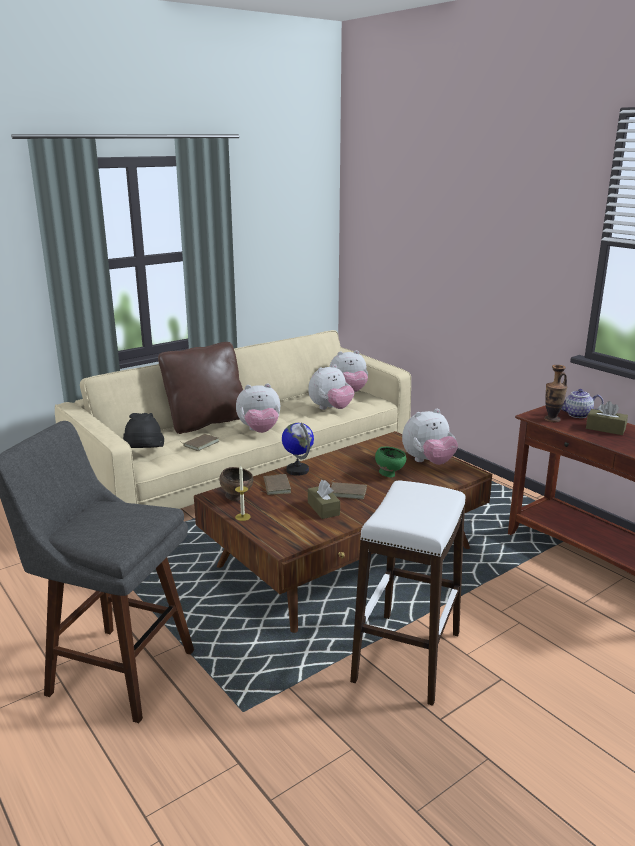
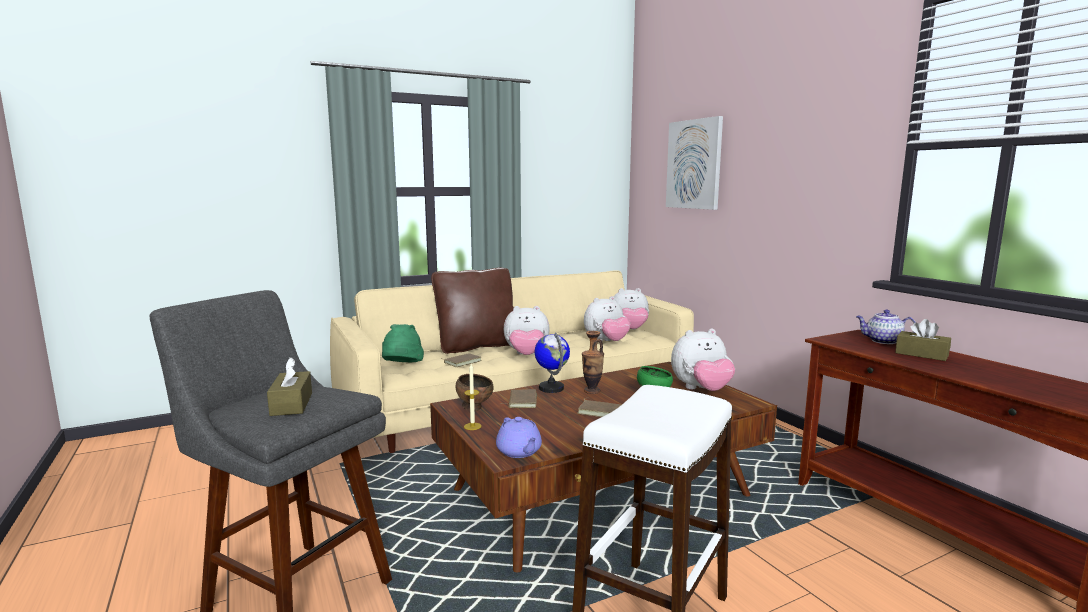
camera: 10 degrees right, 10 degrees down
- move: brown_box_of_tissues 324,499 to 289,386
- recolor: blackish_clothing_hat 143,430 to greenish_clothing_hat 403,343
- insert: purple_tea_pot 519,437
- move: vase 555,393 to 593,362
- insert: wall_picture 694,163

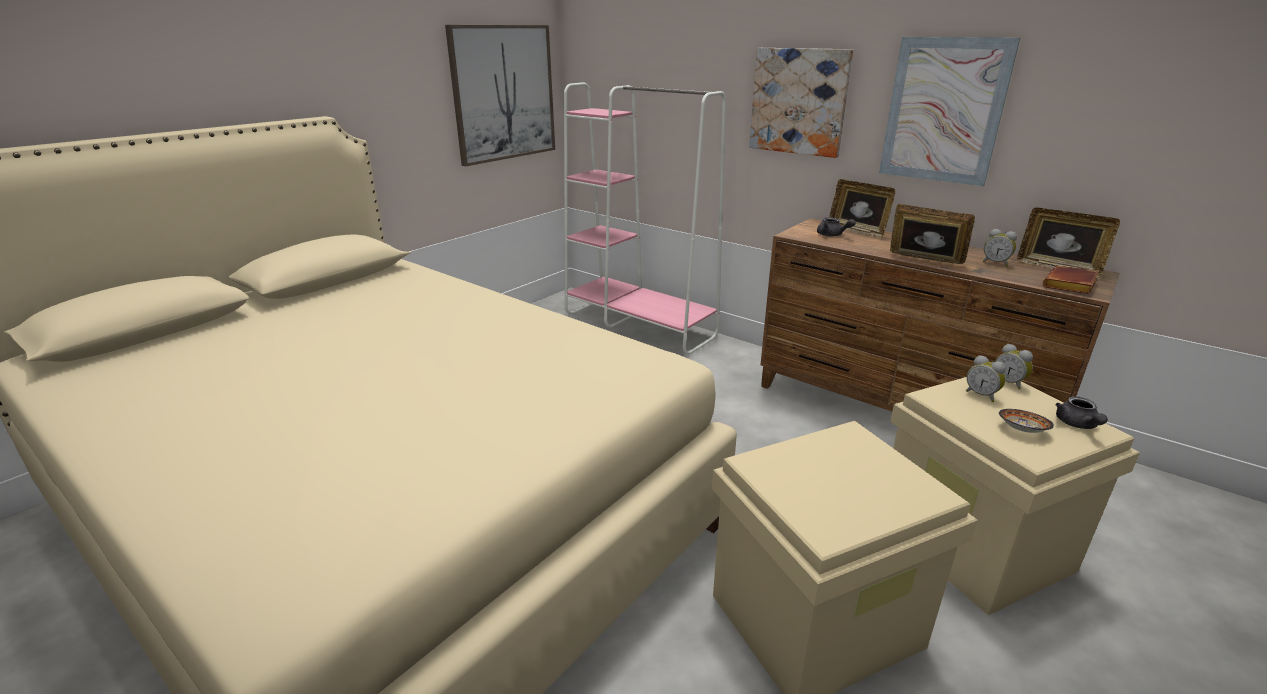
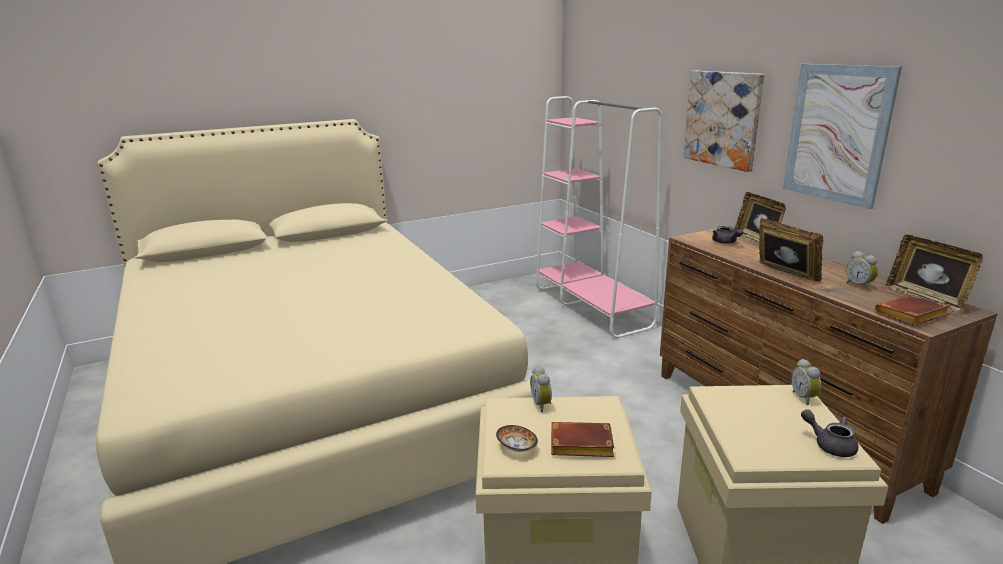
camera: 25 degrees right, 5 degrees down
- move: bowl 1026,421 to 517,438
- move: table_clock 986,378 to 541,389
- insert: brown_volume 582,439
- rotate: grey_tea_pot 1082,412 = 829,433 105 degrees clockwise
- delete: wall_picture 500,95

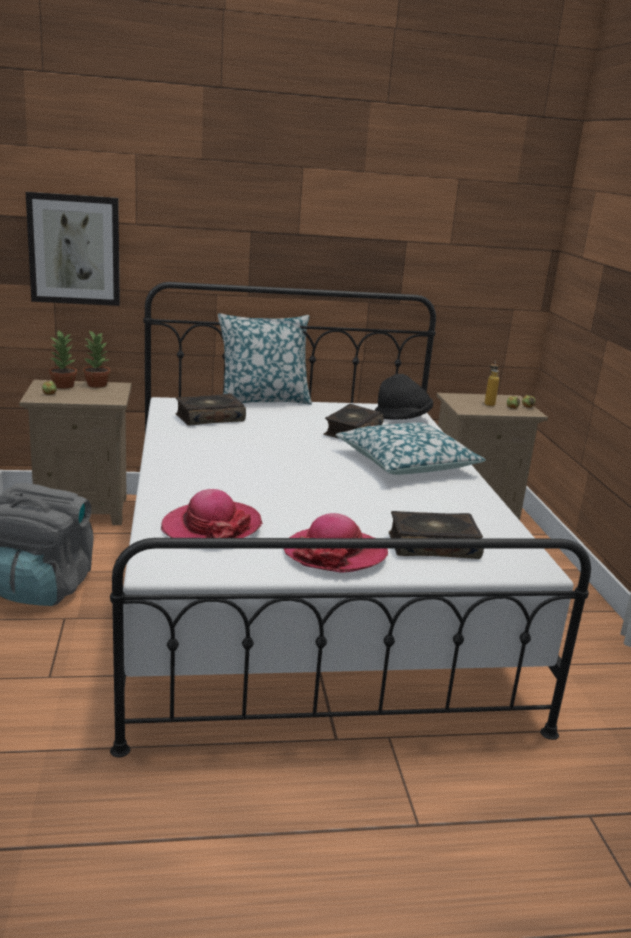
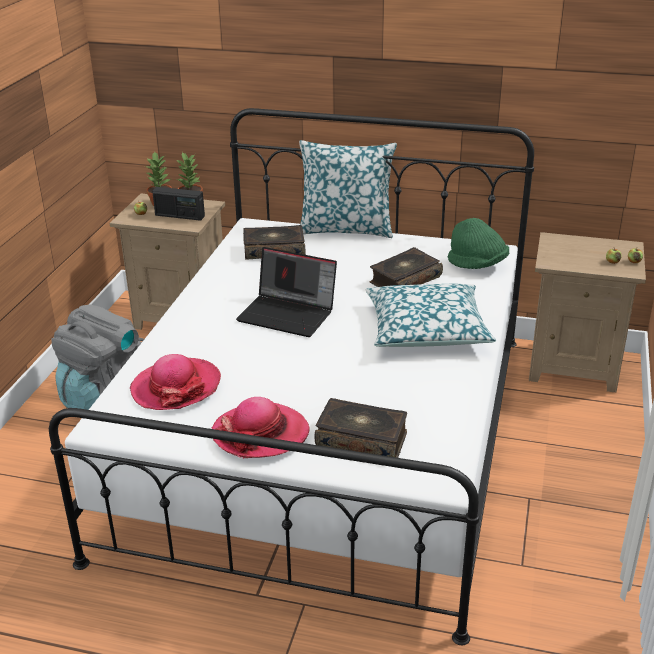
camera: 25 degrees right, 10 degrees up
- insert: radio_receiver 178,204
- insert: laptop 286,292
- recolor: blackish_clothing_hat 404,397 to greenish_clothing_hat 478,243
- delete: wall_picture 72,249
- delete: beverage_bottle 491,383

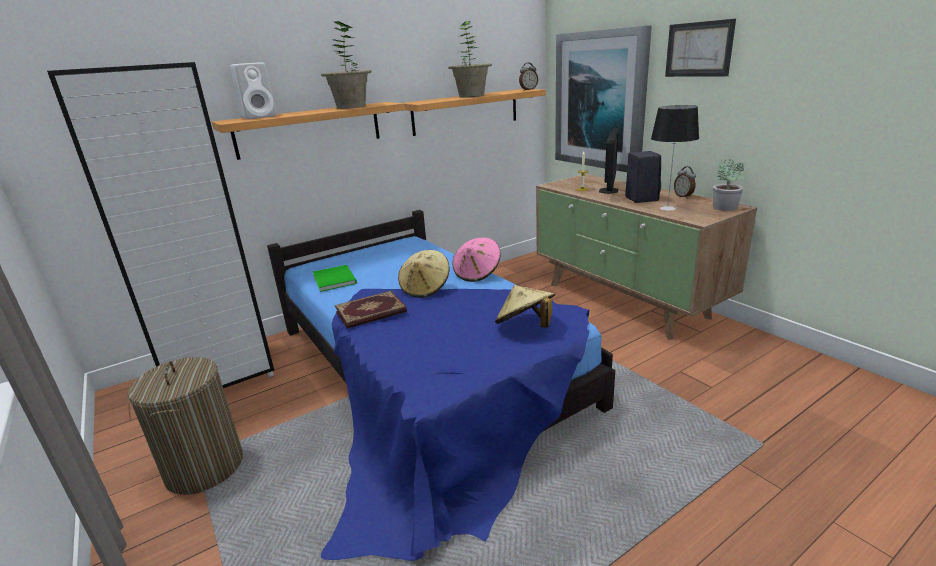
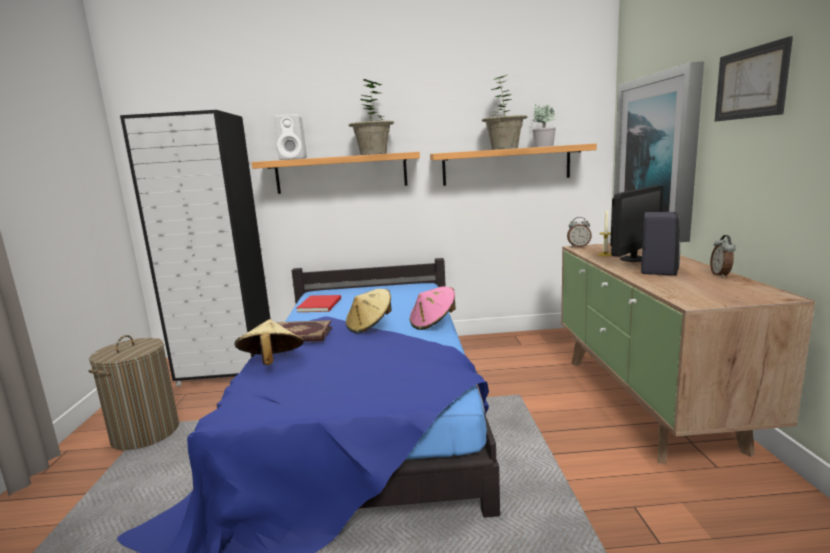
camera: 30 degrees right, 10 degrees down
- move: sand-coloured_clothing_hat 525,306 to 269,342
- recolor: greenish_volume 335,278 to red-coloured_volume 319,303
- move: plant_in_a_pot 728,185 to 544,125
- move: table_clock 528,76 to 579,232
- delete: lamp_for_a_table 675,158

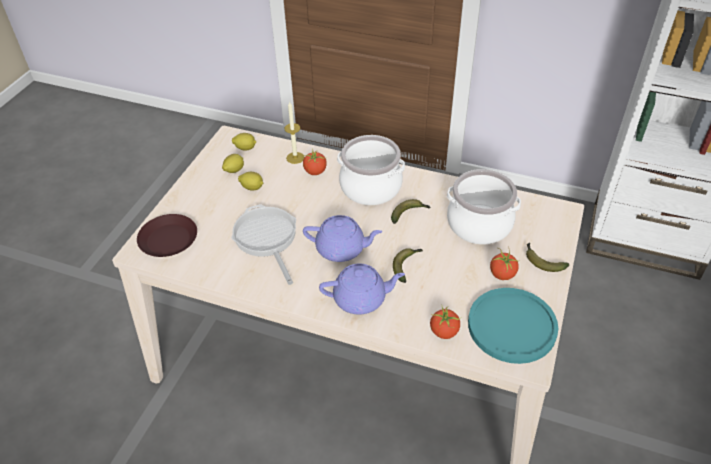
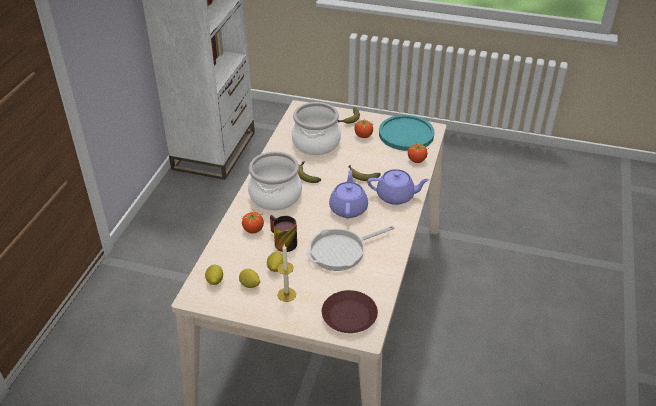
camera: 95 degrees left, 5 degrees down
- insert: mug 283,233
- move: wax_light 294,132 to 286,273
- rotate: purple_tea_pot 362,289 = 398,187 105 degrees clockwise

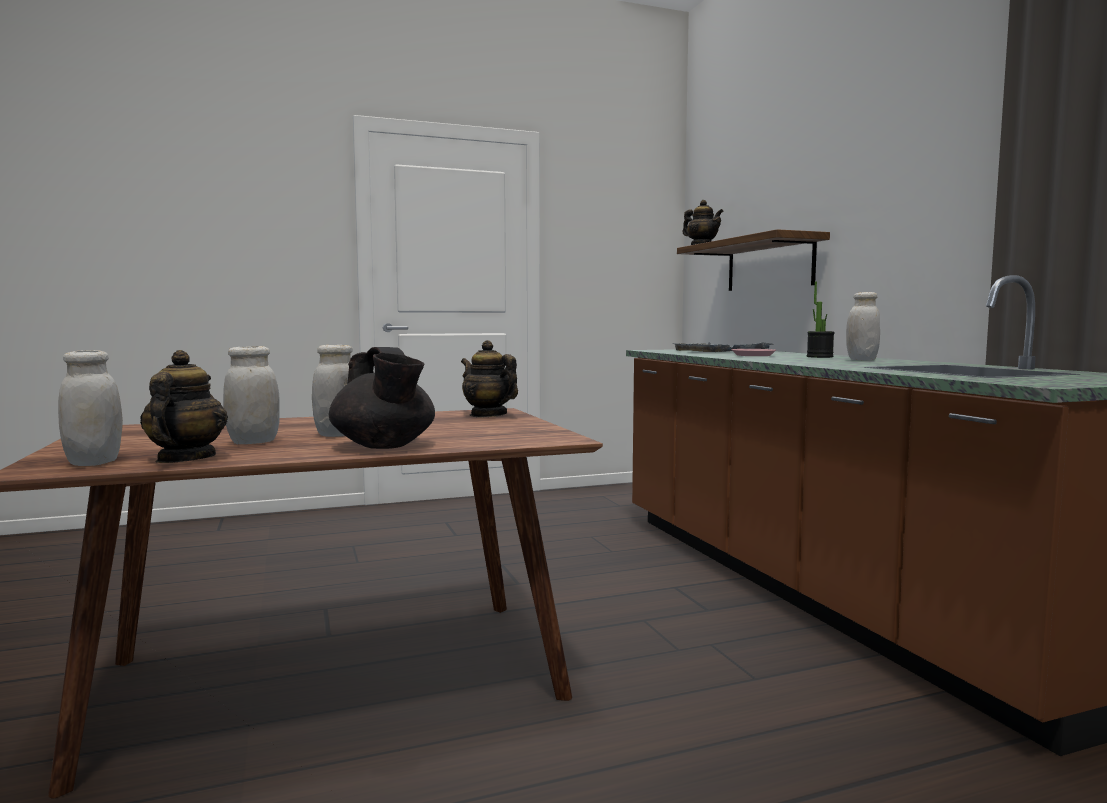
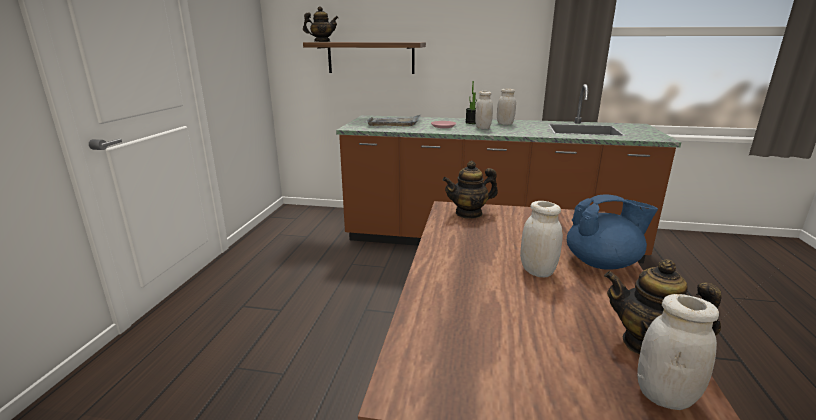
camera: 60 degrees left, 15 degrees up
- move: whitish_preserve_jar 251,395 to 484,110
- recolor: blackish_tea_pot 382,398 to blue-coloured_tea_pot 612,232

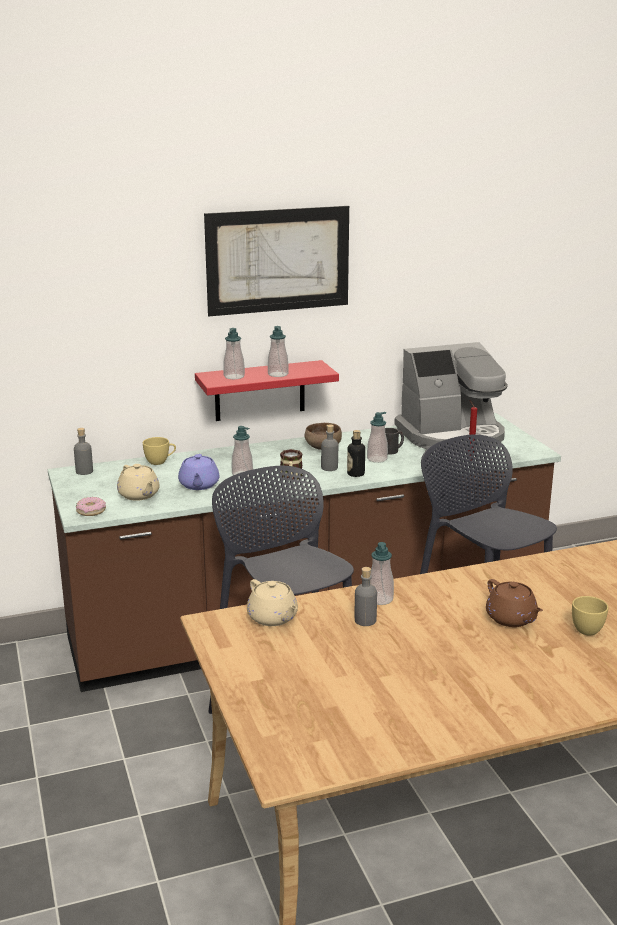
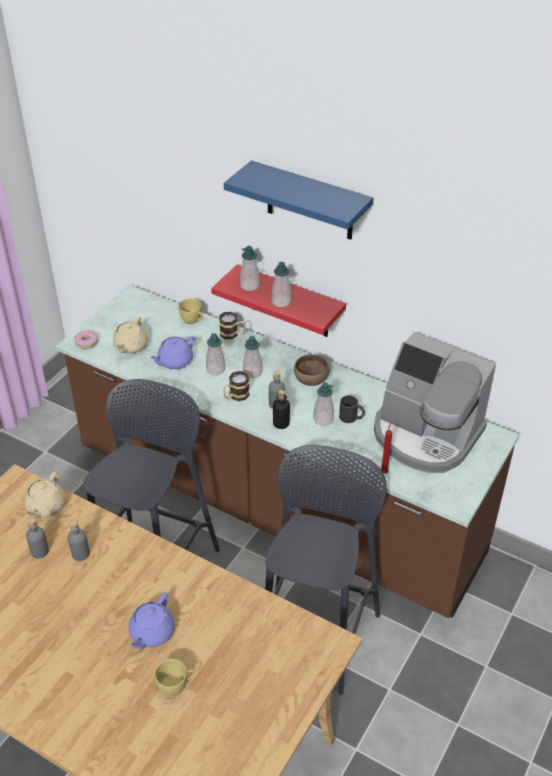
camera: 50 degrees right, 20 degrees up
- move: grey_beverage_bottle 83,451 to 37,538
- recolor: brown_tea_pot 514,603 to purple_tea_pot 152,621
- insert: mug 232,325
- replace: wall_picture 276,261 to blue-coloured_shelf 298,200
- move: soap_bottle 382,573 to 252,357

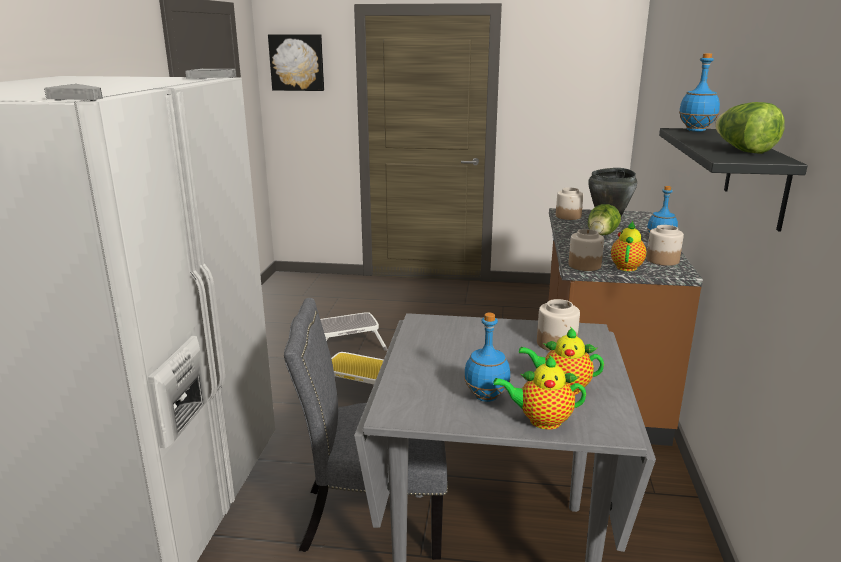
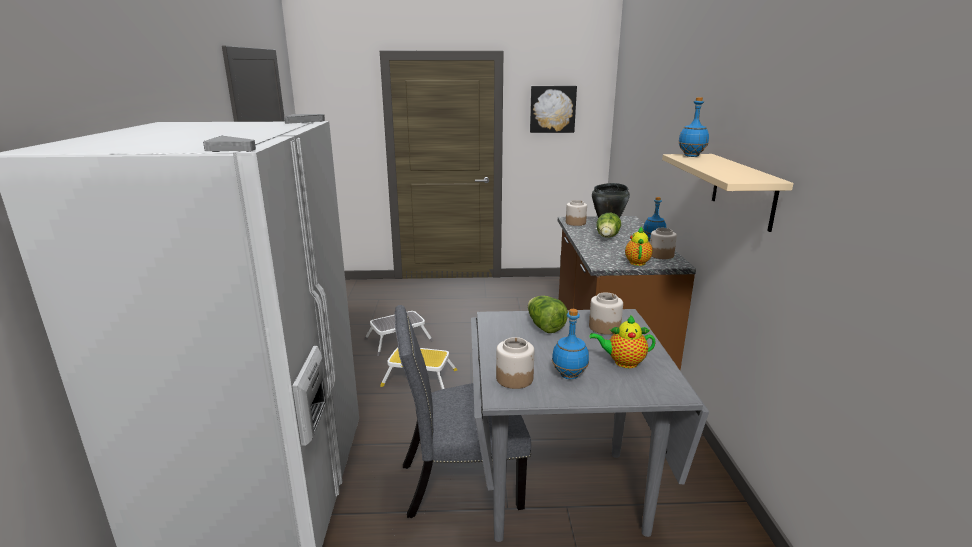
camera: 10 degrees left, 0 degrees up
- move: preserve_jar 586,250 to 515,363
- move: lettuce 750,128 to 548,314
- move: wall_picture 296,62 to 553,109
- recolor: blackish_shelf 733,180 to sand-coloured_shelf 728,193
- delete: tea_pot 539,392

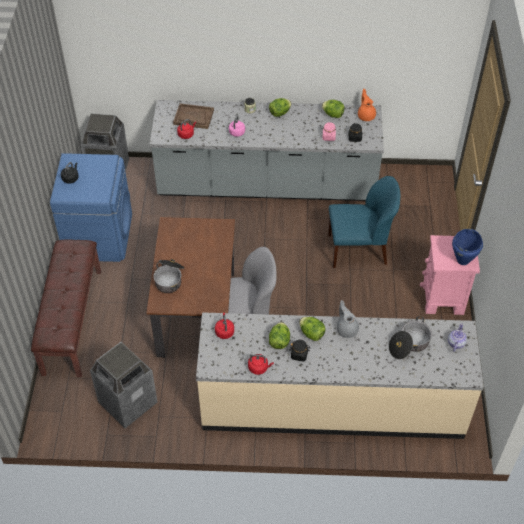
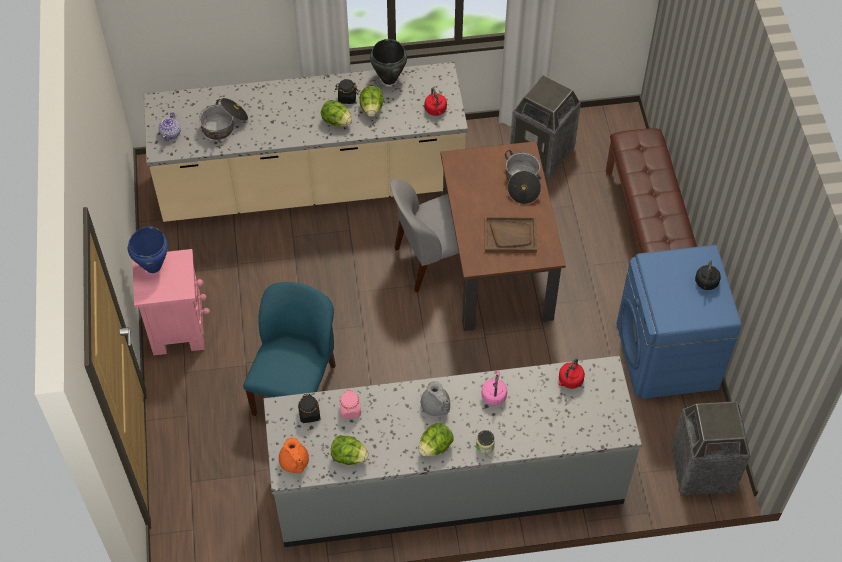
camera: 170 degrees right, 5 degrees up
- rotate: blue-coloured_plain_chair 364,222 = 289,349 120 degrees clockwise
- replace: red-coloured_kettle 261,364 to blackish_stockpot 388,62
- move: grey_tea_pot 348,319 to 435,398
- move: brown_carrying_tray 193,116 to 510,234

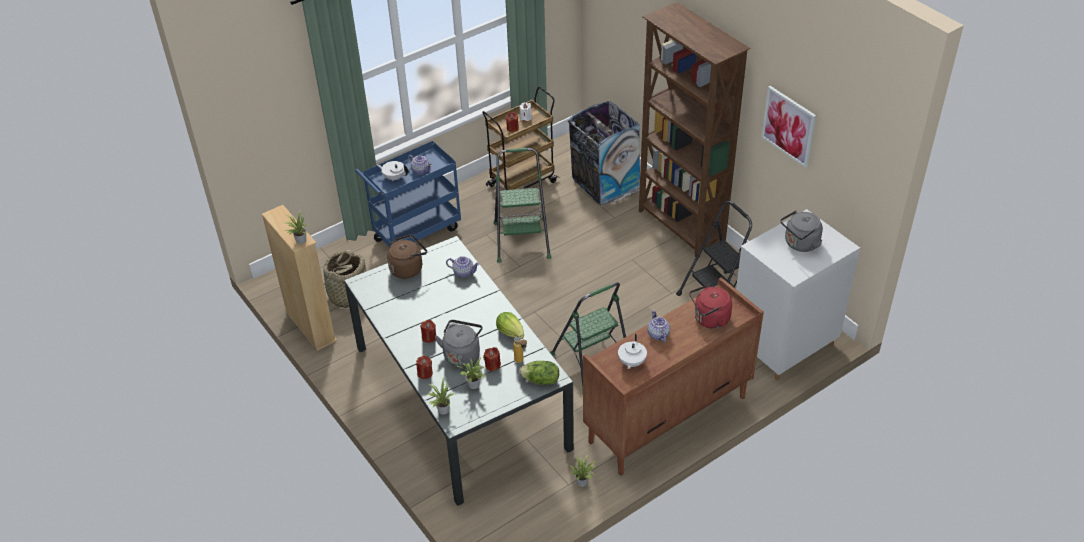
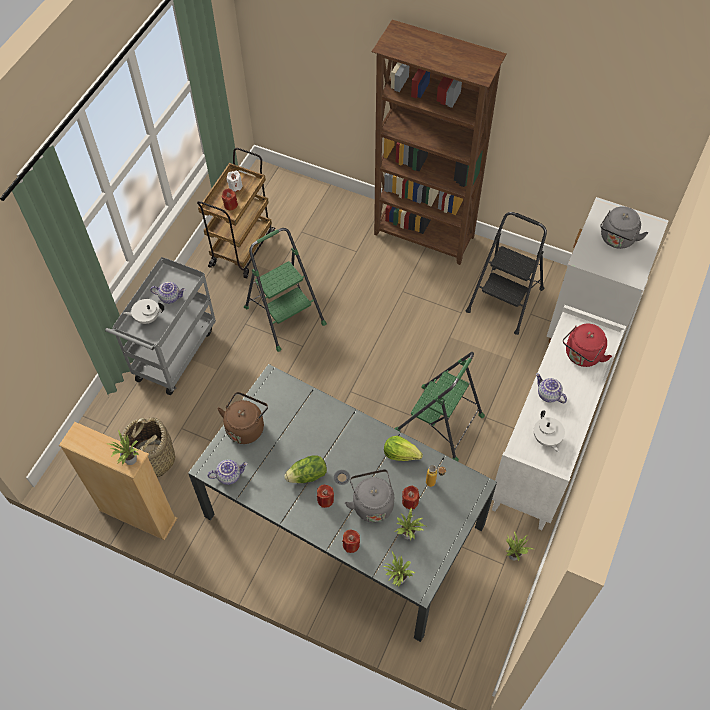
camera: 30 degrees left, 15 degrees up
- recolor: blue-coloured_trolley 408,194 to grey_trolley 160,326
- move: tea_pot 463,266 to 227,472
- move: lettuce 539,373 to 305,469
- recolor: brown_cupboard 673,376 to whitish_cupboard 559,417
- delete: trash_can 604,153
- delete: wall_picture 788,127

